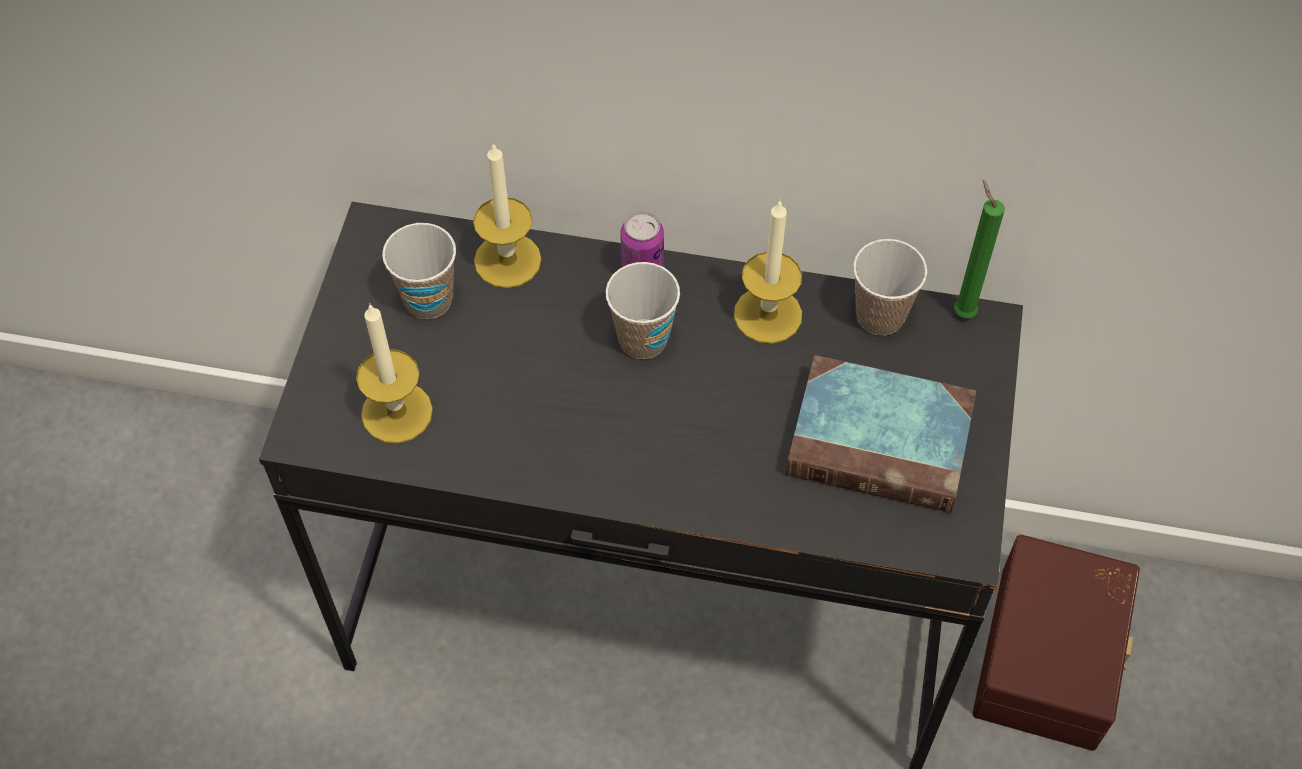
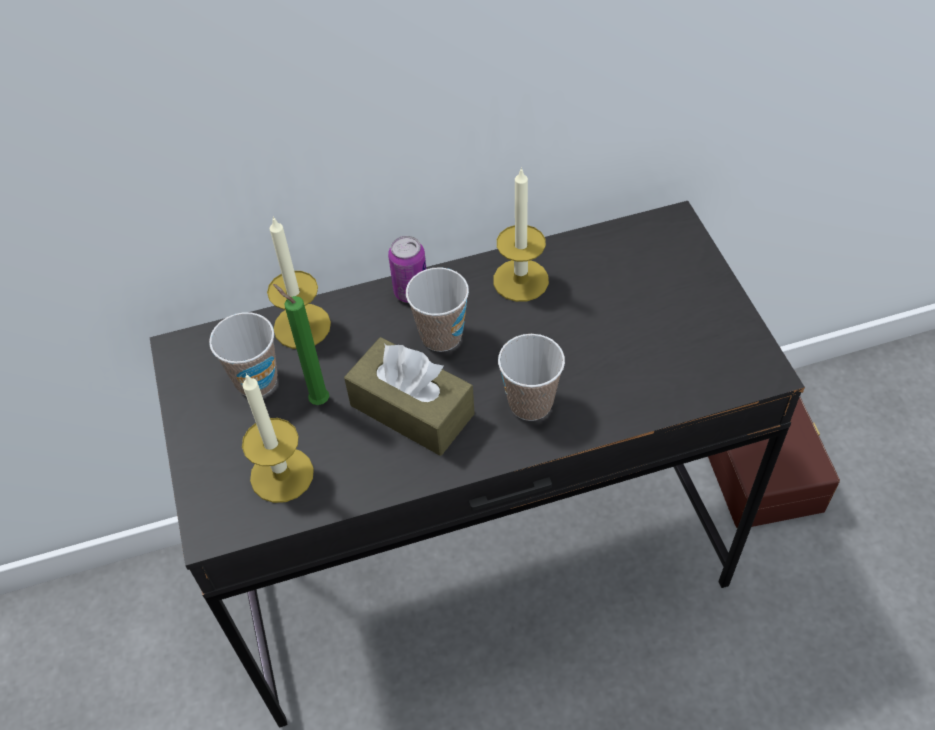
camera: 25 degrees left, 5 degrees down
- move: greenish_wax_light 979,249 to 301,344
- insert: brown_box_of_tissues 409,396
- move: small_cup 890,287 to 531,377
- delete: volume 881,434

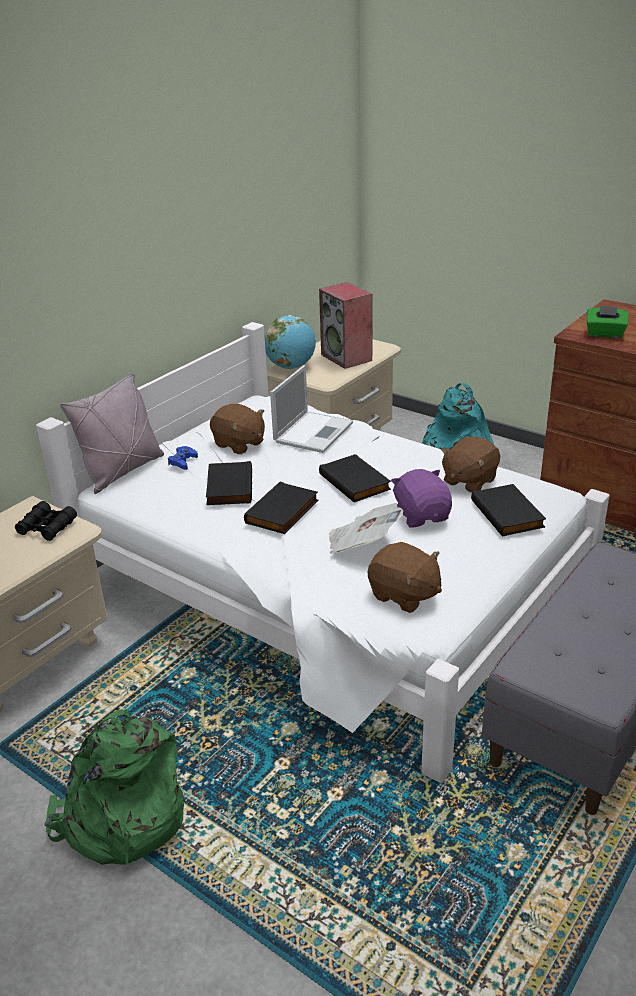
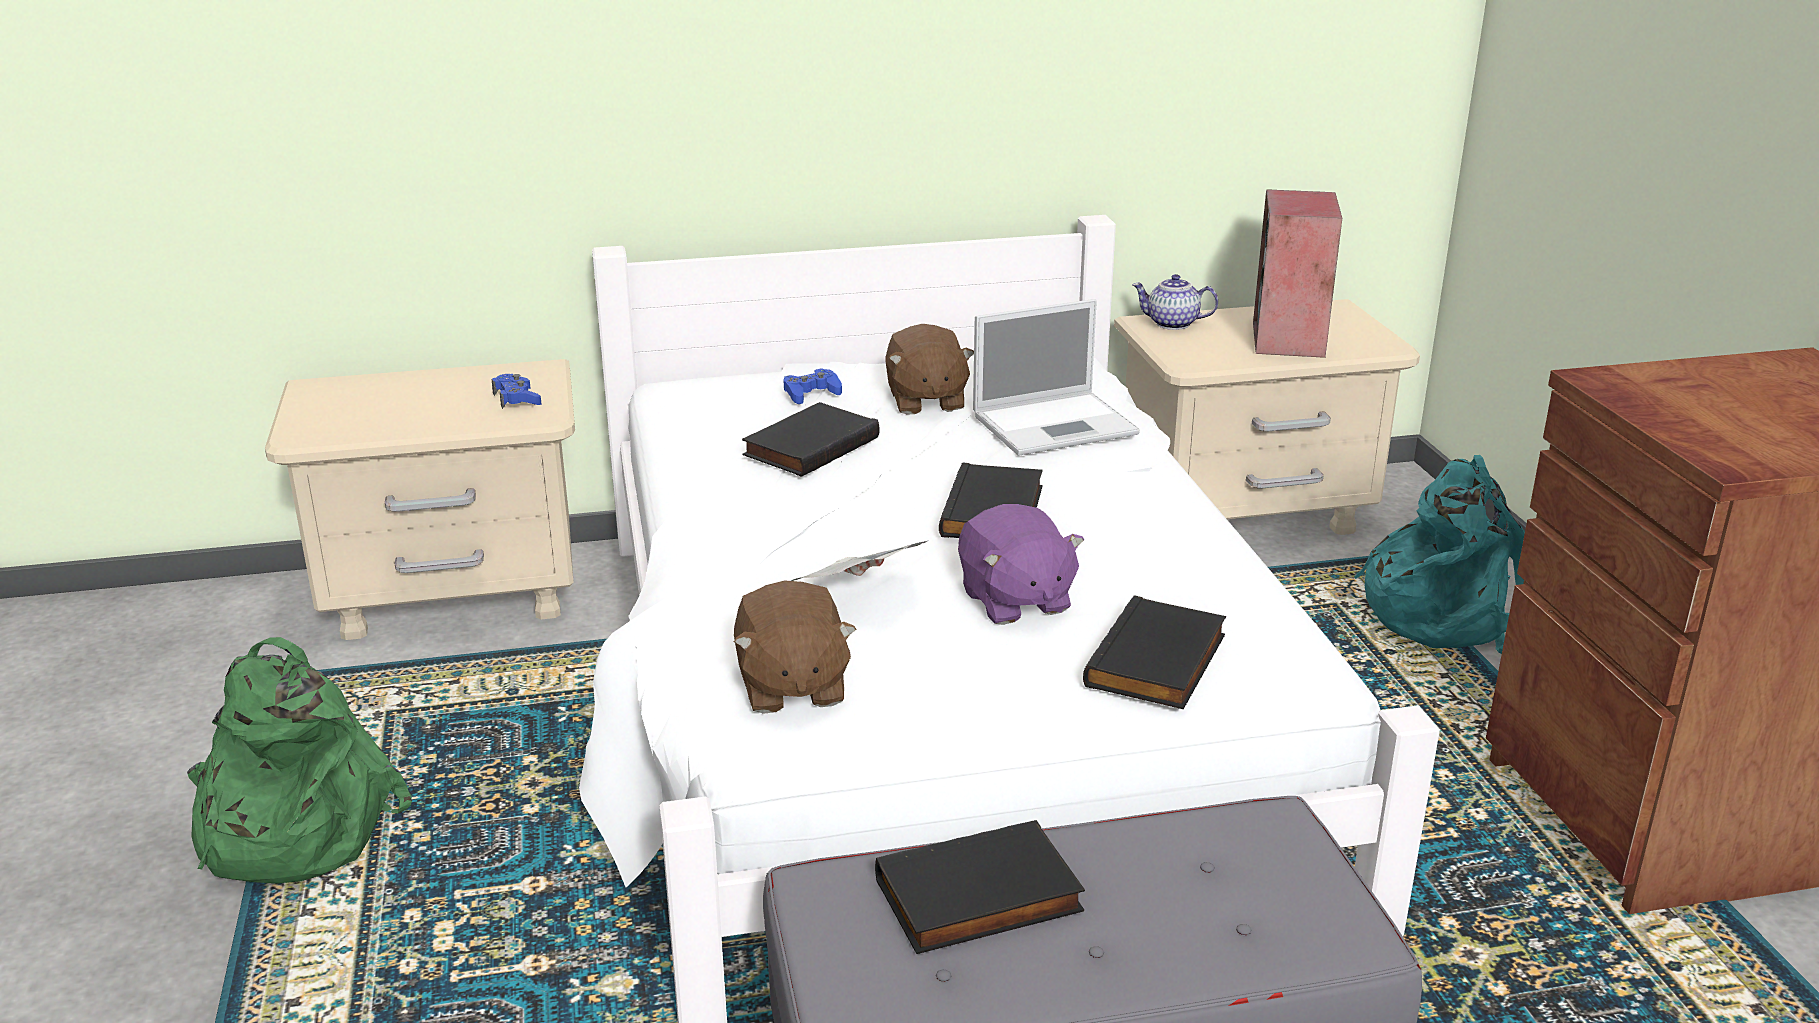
camera: 40 degrees right, 5 degrees down
- replace: blackish_binoculars 46,521 to blue-coloured_joypad 516,391
- move: blackish_volume 281,508 to 980,887
- rotate: purple_plush_toy 421,498 = 1021,564 135 degrees clockwise
- replace: desk_globe 290,342 to tea_pot 1175,302
- delete: purple_throw_pillow 112,433
- delete: brown_plush_toy 470,465
- delete: greenish_box_of_tissues 607,321

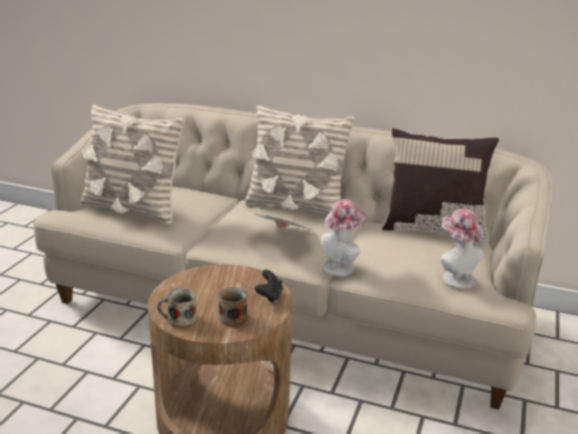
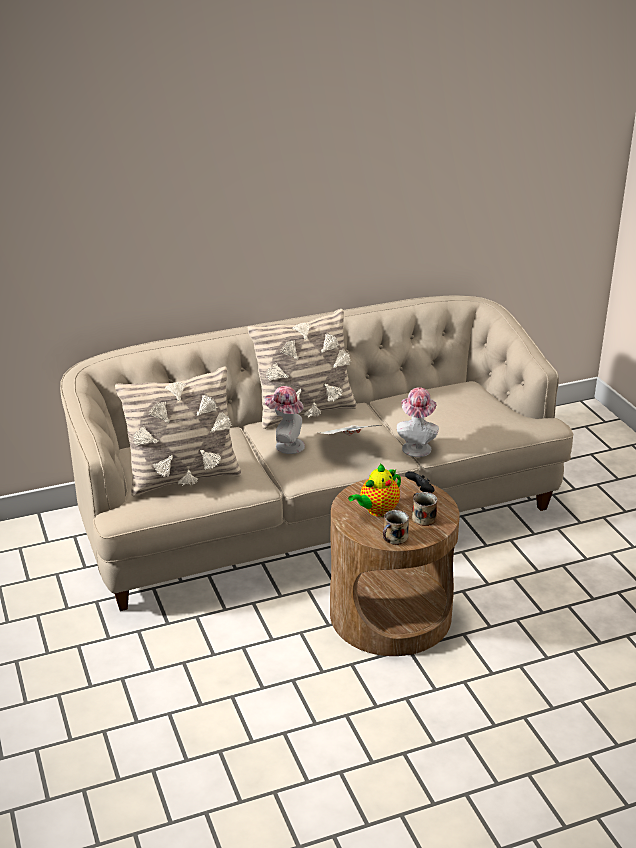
camera: 40 degrees left, 5 degrees up
- move: clothing_hat 462,249 to 284,420
- insert: tea_pot 374,490
- delete: throw_pillow 440,185

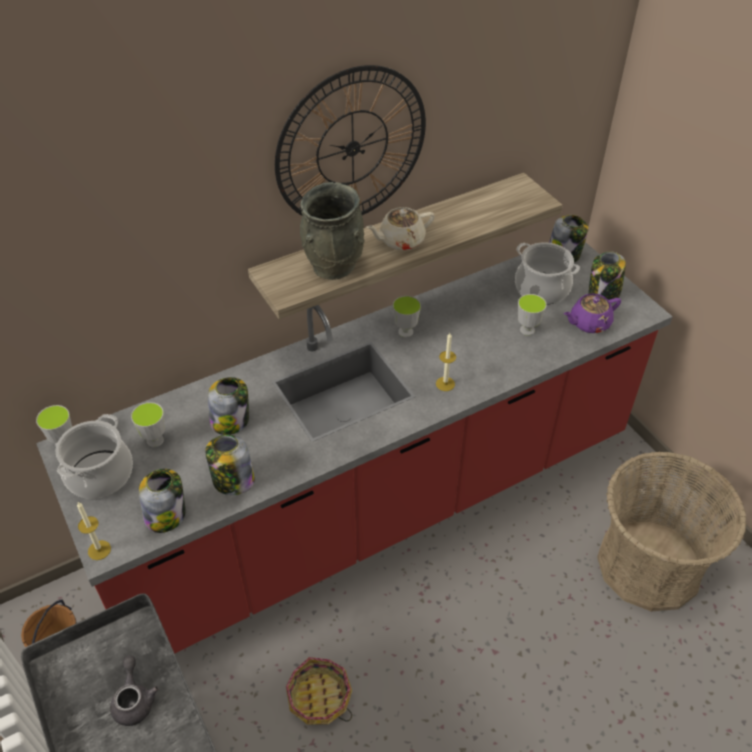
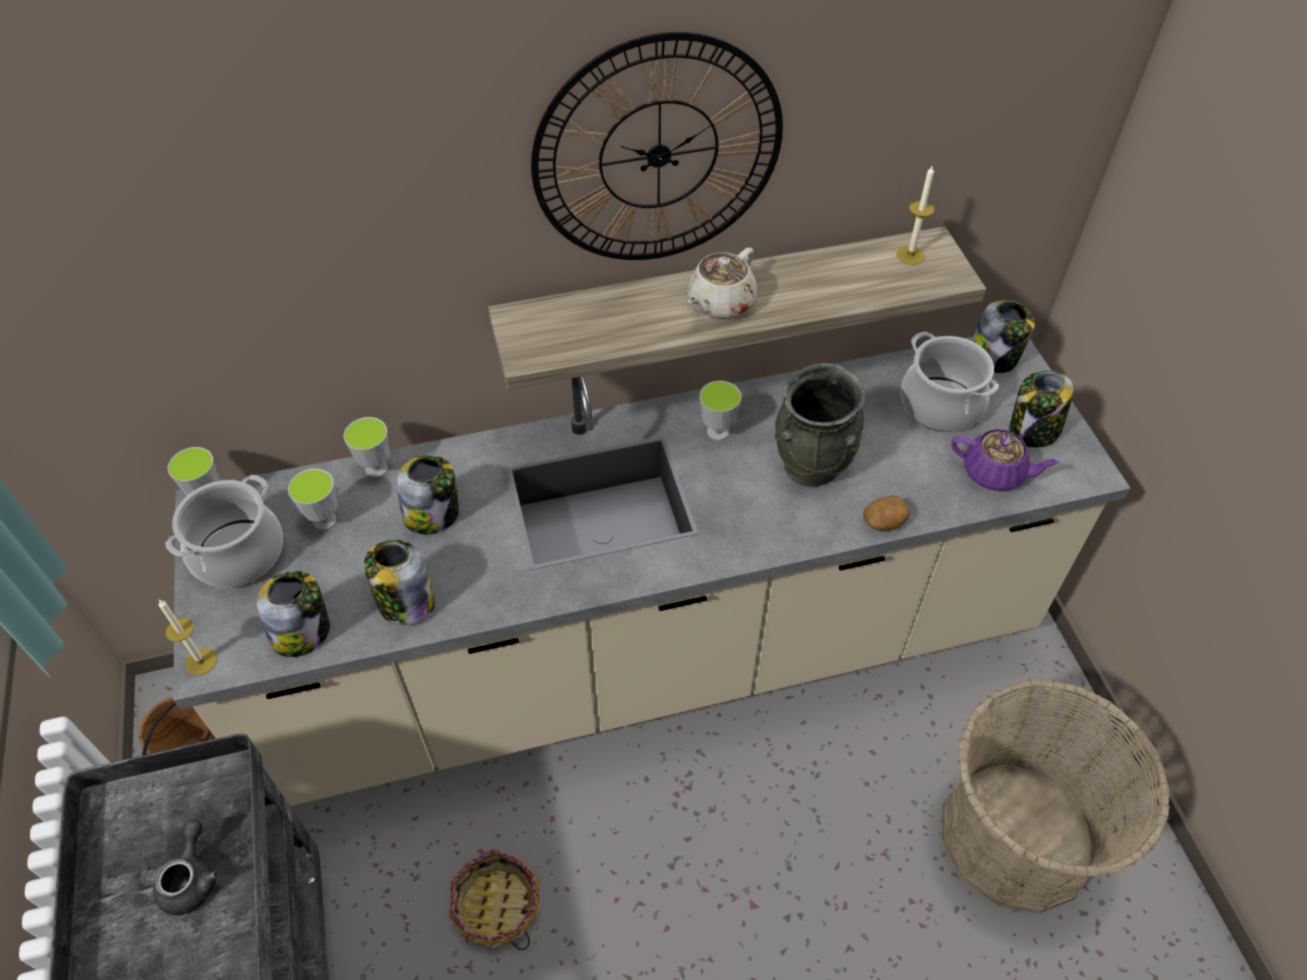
camera: 15 degrees right, 5 degrees up
- recolor: red-coloured_kitchen_counter 354,448 to sand-coloured_kitchen_counter 652,571
- move: small_cup 532,315 to 367,447
- rotate: sand-coloured_tea_pot 400,229 = 722,282 45 degrees counterclockwise
- move: grey_vase 332,231 to 820,425
- insert: whole_potato 886,513
- move: wax_light 446,362 to 916,215
- rotate: purple_tea_pot 592,313 = 1005,460 150 degrees counterclockwise

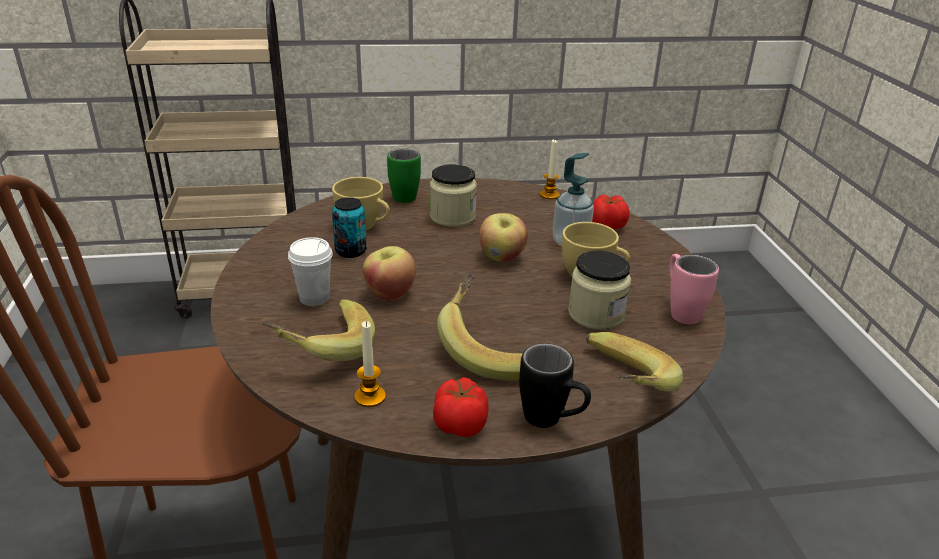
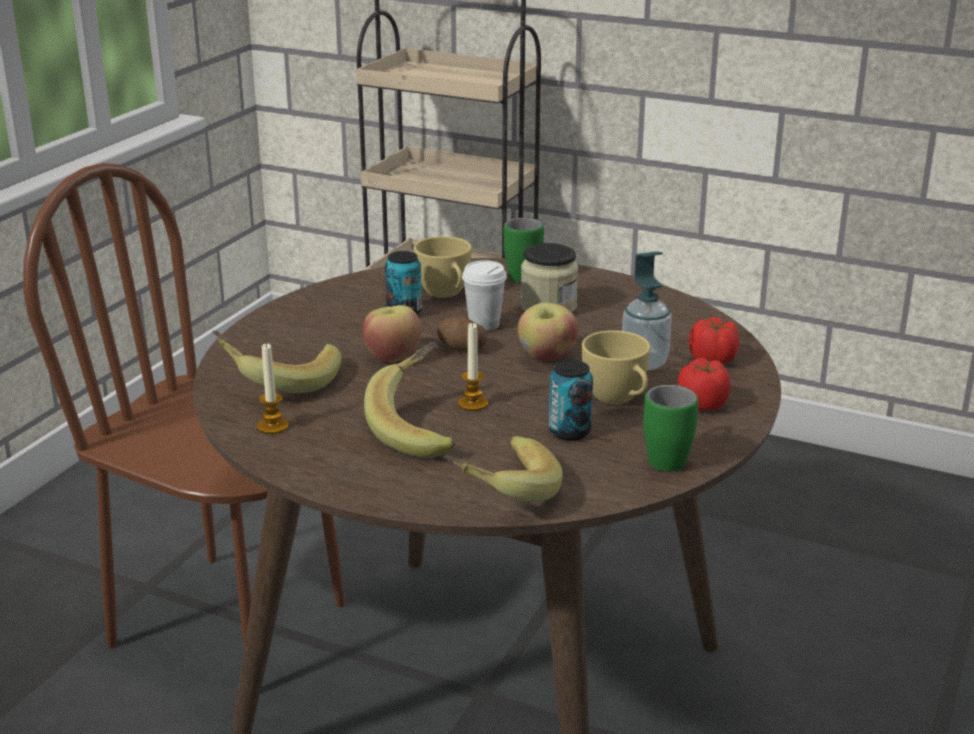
camera: 35 degrees right, 5 degrees down
- insert: whole_potato 462,334
- move: wax_light 550,169 to 473,366
- move: whitish_small_cup 310,271 to 484,295
- replace: preserve_jar 599,290 to can 571,400
- recolor: pinkish_mug 694,289 to greenish_mug 670,428
- move: fresh_tomato 461,407 to 704,384
- delete: blackish_mug 555,385

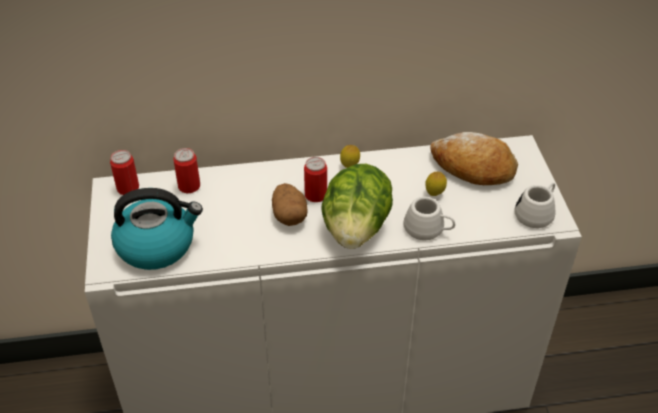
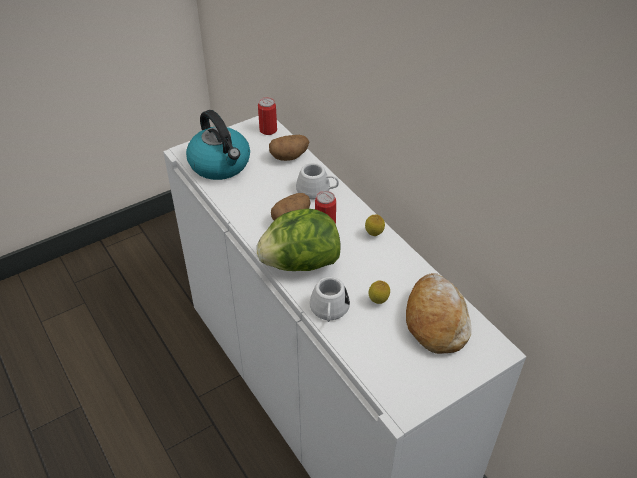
camera: 65 degrees right, 0 degrees up
- replace: can 187,170 to whole_potato 289,148
- move: whitish_mug 535,205 to 317,181

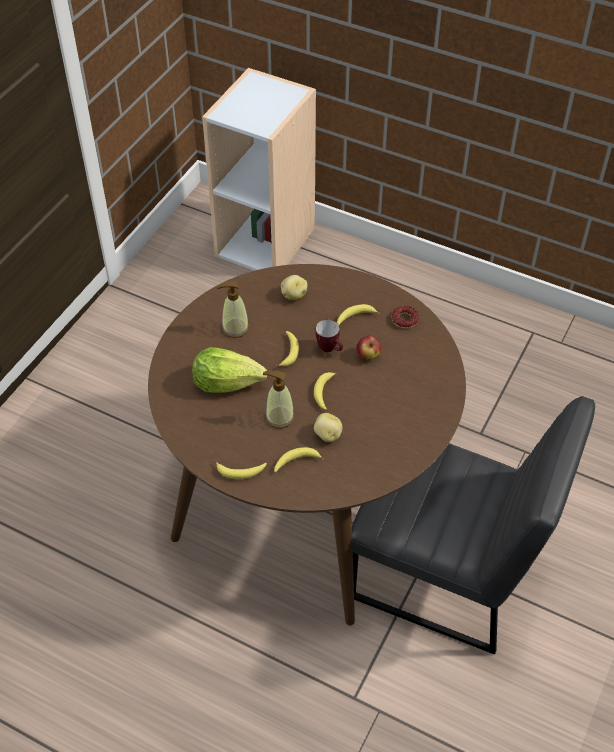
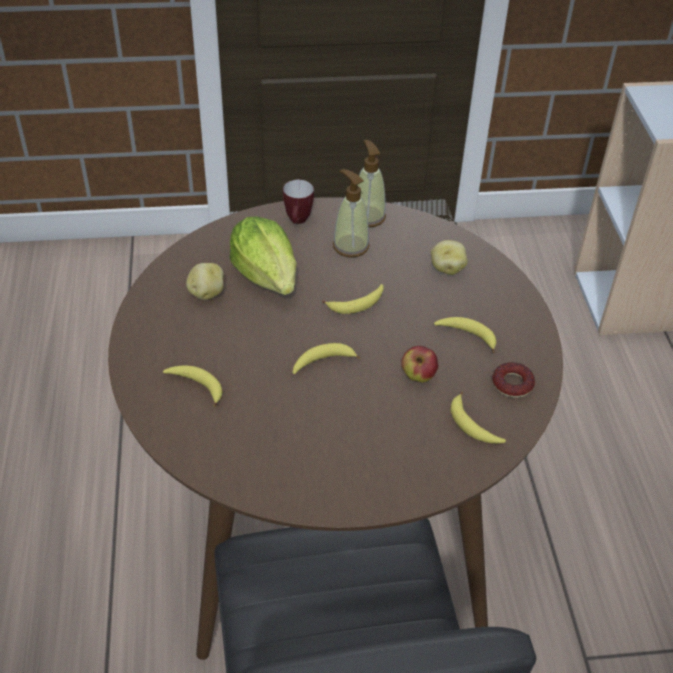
camera: 55 degrees right, 5 degrees down
- move: whole_potato 328,427 to 205,281
- move: mug 329,336 to 298,202
- move: soap_bottle 278,399 to 371,183
- move: whole_banana 241,470 to 478,417

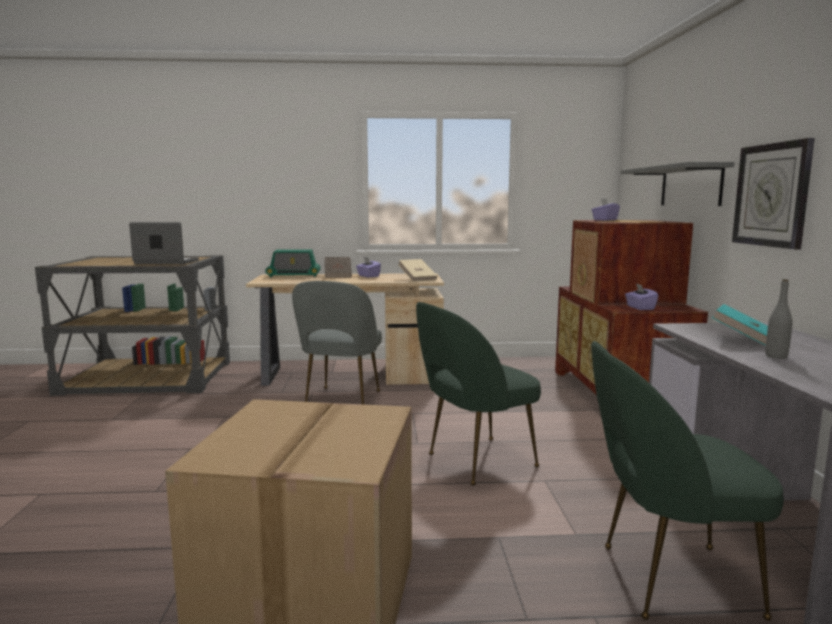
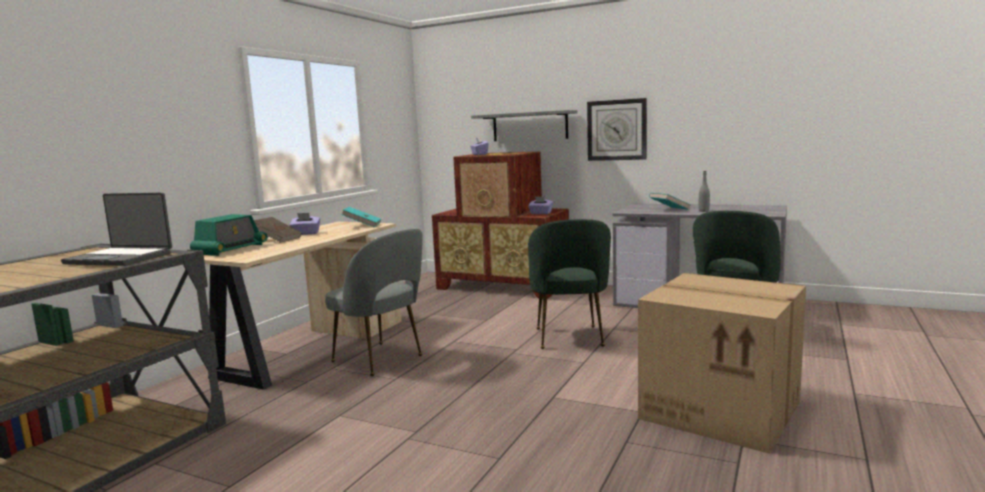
camera: 60 degrees left, 0 degrees up
- rotate: laptop 164,243 = 116,229 105 degrees counterclockwise
- recolor: sand-coloured_volume 417,270 to blue-green_volume 361,217

